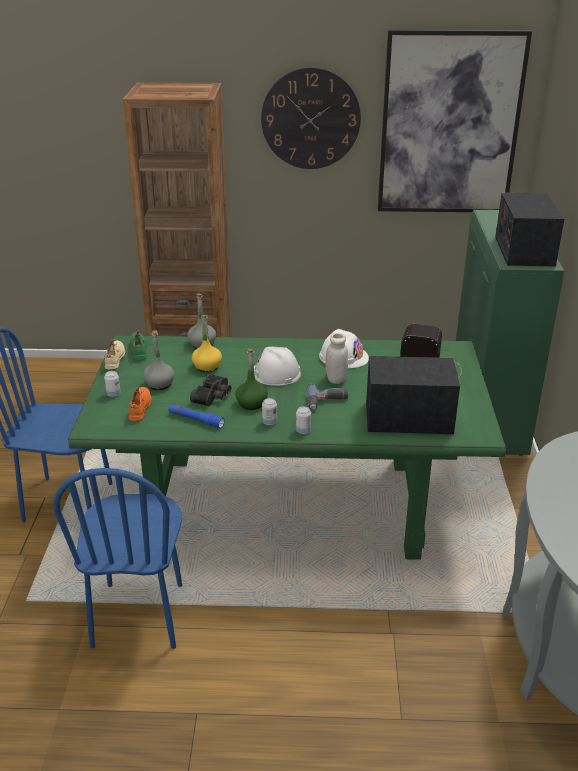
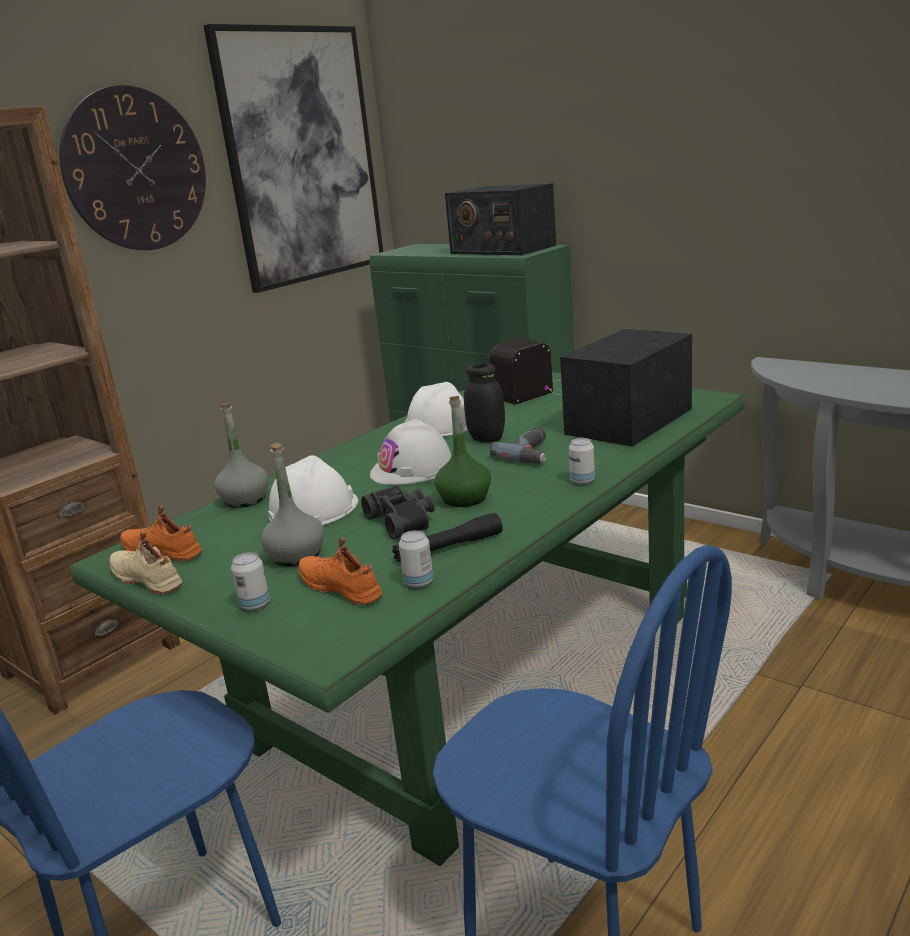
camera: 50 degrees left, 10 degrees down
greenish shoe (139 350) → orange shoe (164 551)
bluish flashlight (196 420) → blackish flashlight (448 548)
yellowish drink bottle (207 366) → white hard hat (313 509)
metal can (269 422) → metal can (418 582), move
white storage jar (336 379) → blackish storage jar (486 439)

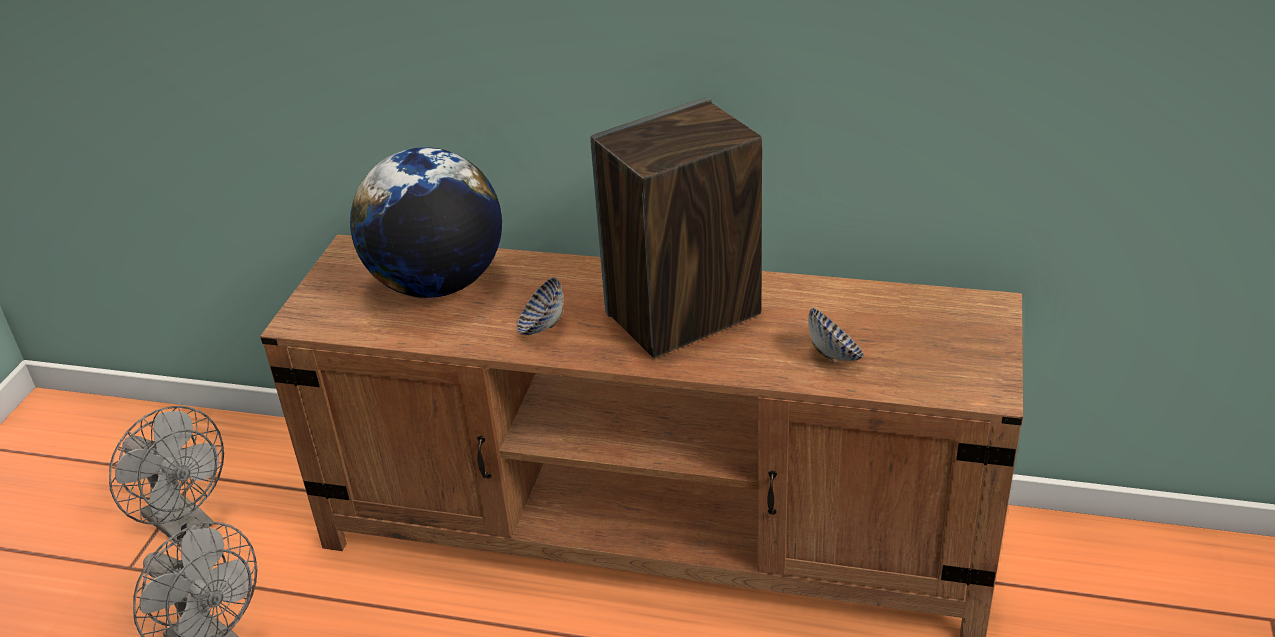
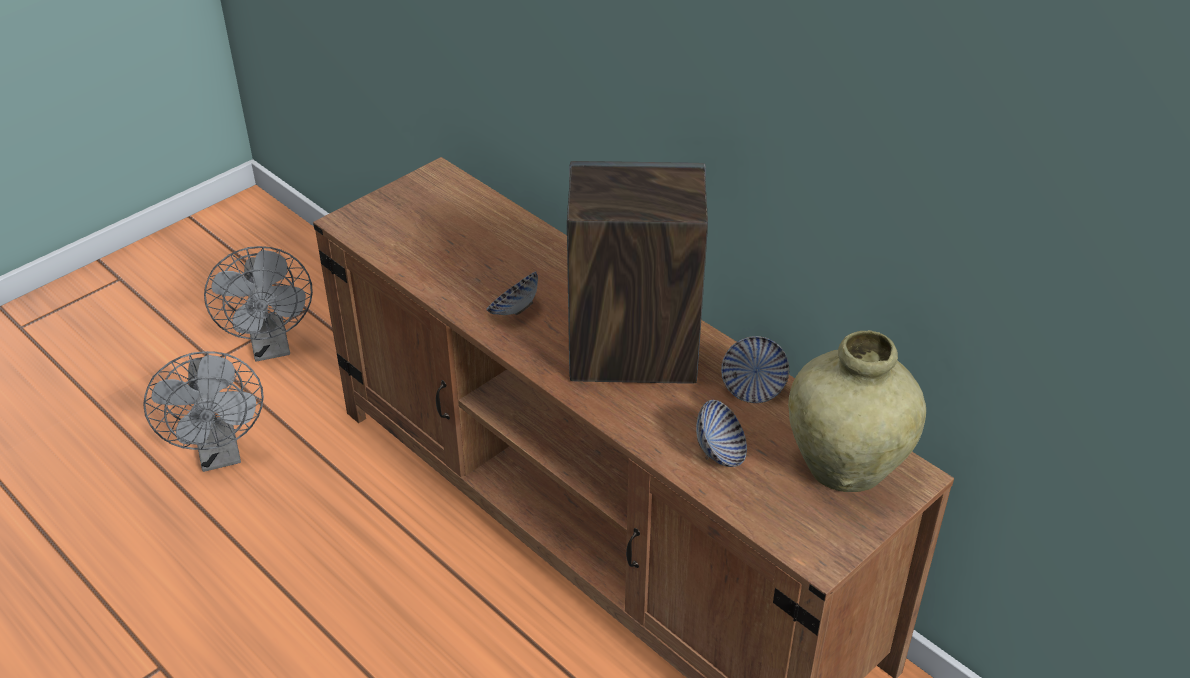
camera: 30 degrees right, 5 degrees up
globe (437 284) → -
- → deep dish (753 388)
- → sand-coloured flower vase (845 469)

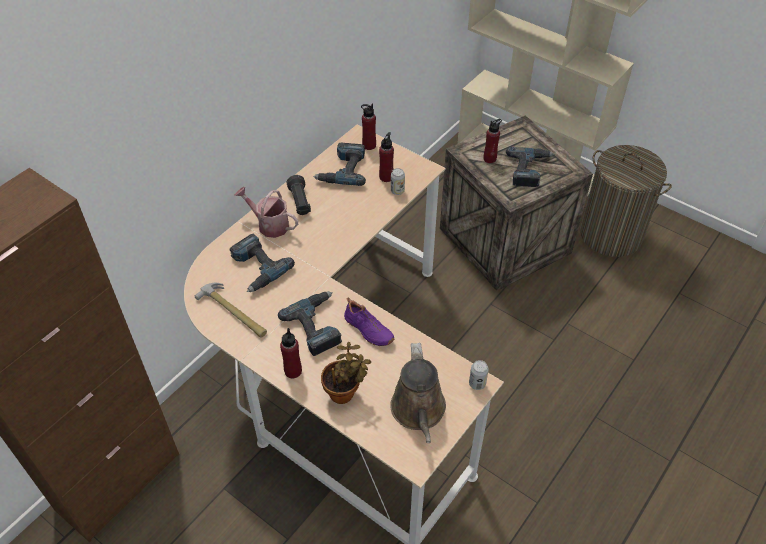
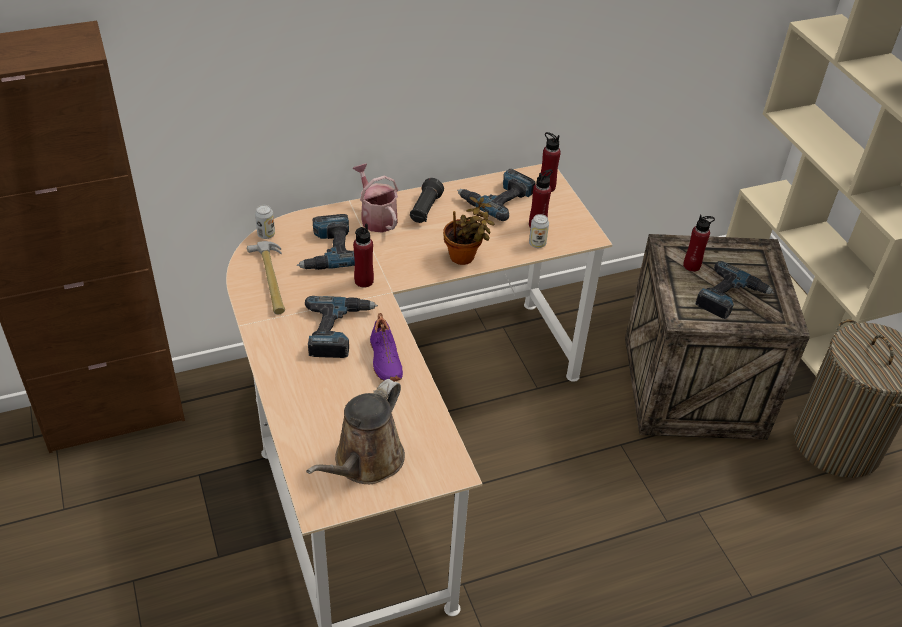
camera: 30 degrees right, 5 degrees down
red-coloured drink bottle (293 371) → red-coloured drink bottle (363 281), move
houseplant (344 393) → houseplant (465 257), move
metal can (477 383) → metal can (266 234), move

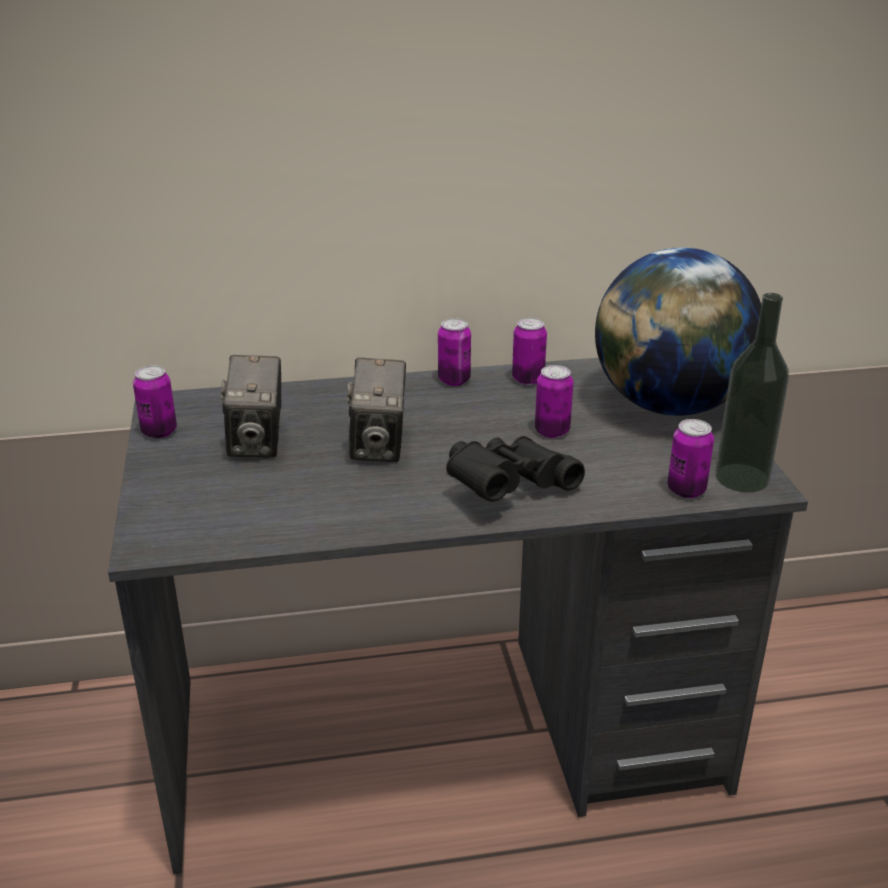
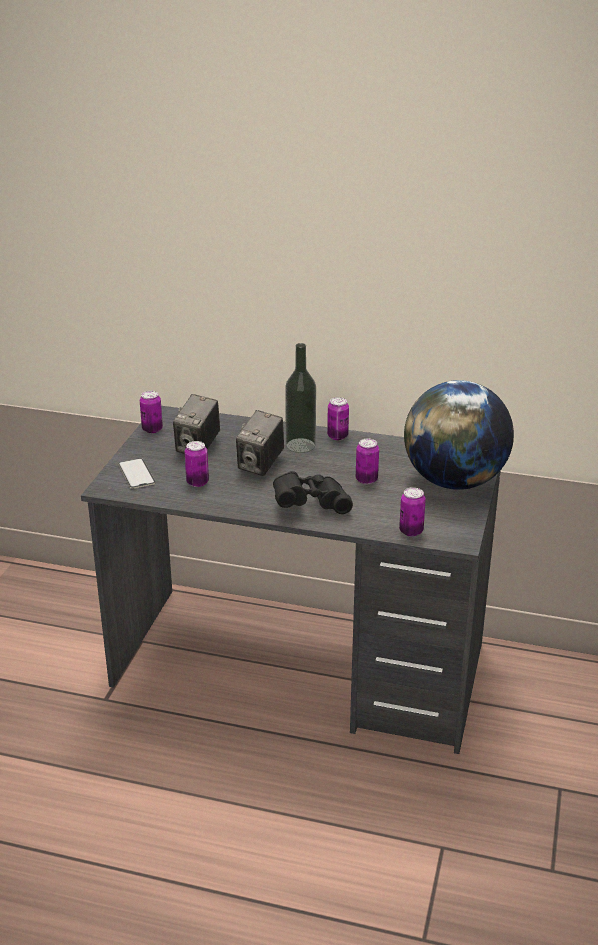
camera: 25 degrees right, 0 degrees up
metal can (528 379) → metal can (197 482), move
drink bottle (742 478) → drink bottle (300 445), move
- → handset (136 474)

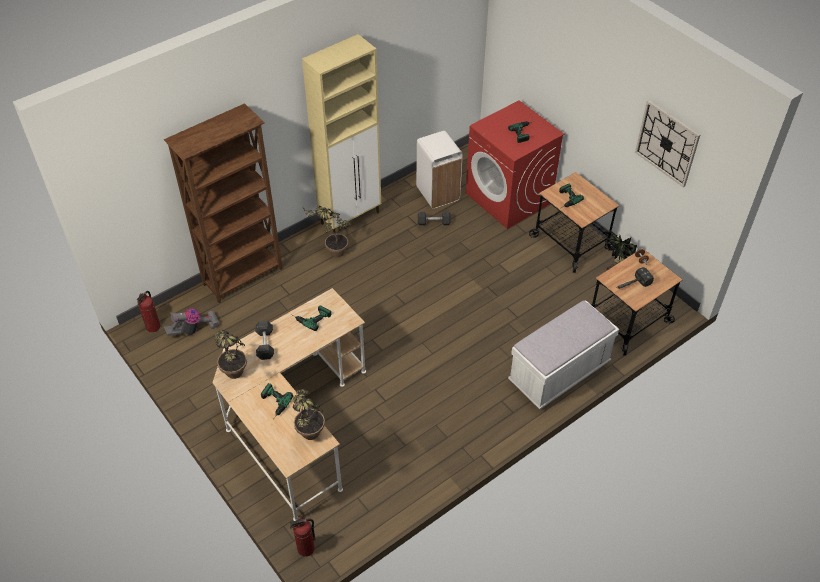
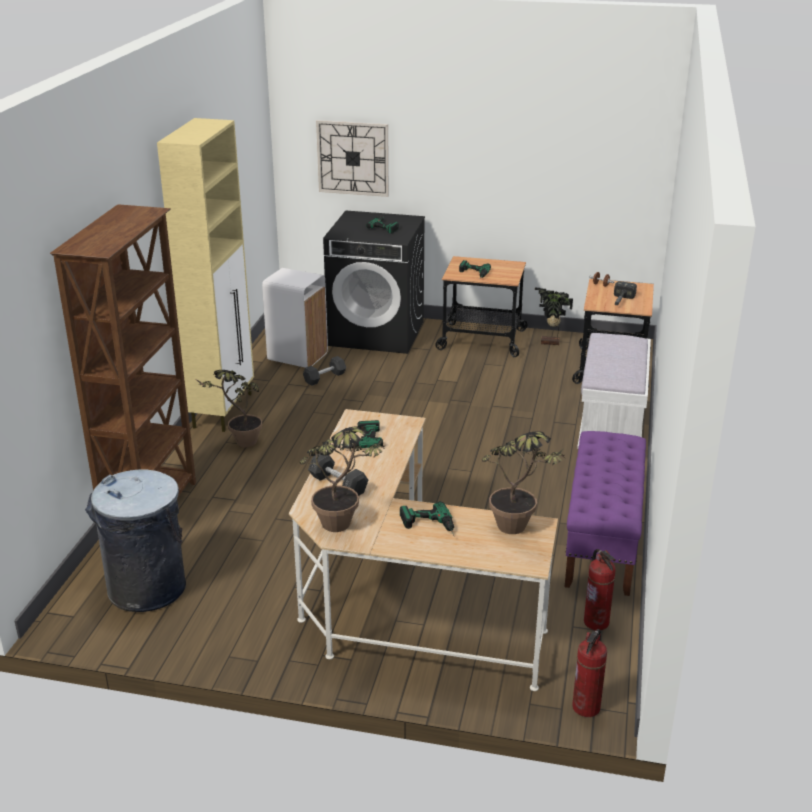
camera: 40 degrees left, 20 degrees down
fire-fighting cylinder (153 327) → fire-fighting cylinder (597 622), move
vacuum (194 329) → gray waste bin (147 589)
red-coloured laundry machine (509 198) → blackish laundry machine (377 333)
hanging clock (667 143) → hanging clock (353 158), move
- → purplish indoor bench (602 540)

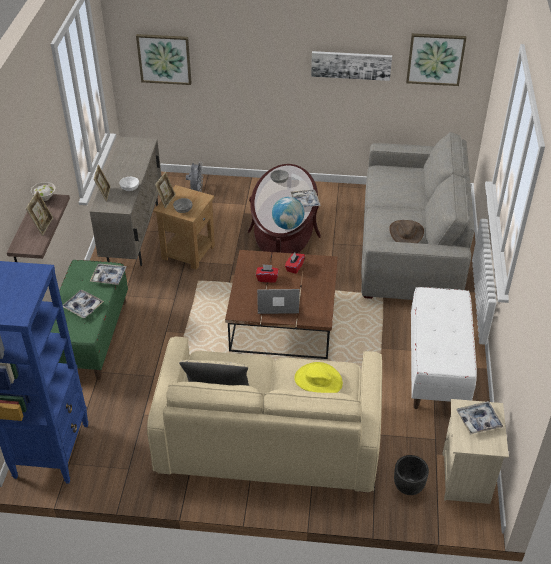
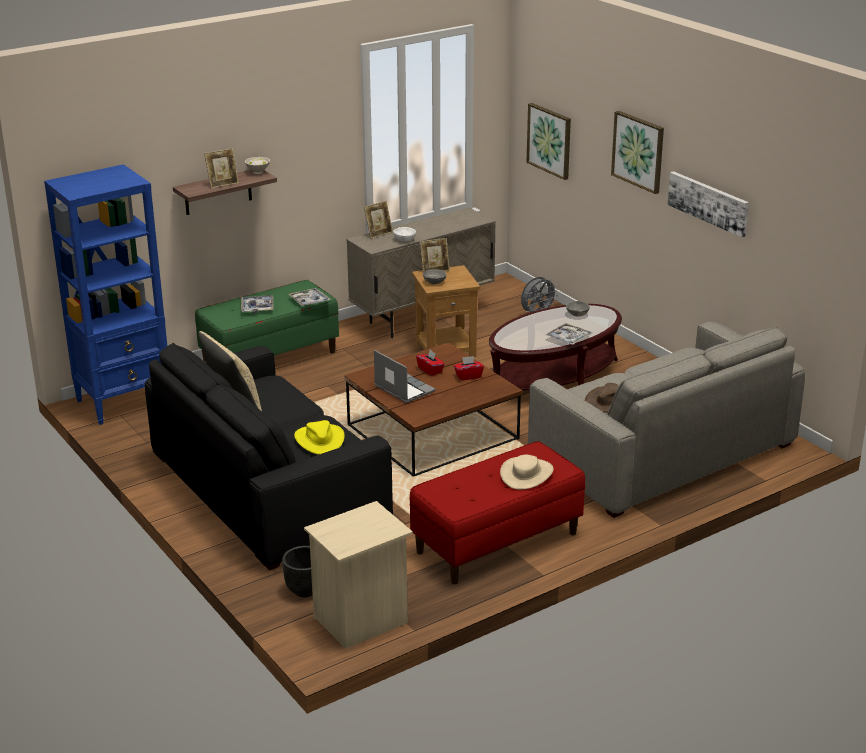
camera: 50 degrees right, 15 degrees down
sand-coloured couch (268 438) → blackish couch (267 490)
globe (288 225) → -
wall art (435 59) → wall art (638 151), move
white indoor bench (437 367) → red-coloured indoor bench (497 543)
tray (478 421) → -
- → sand-coloured clothing hat (527 474)

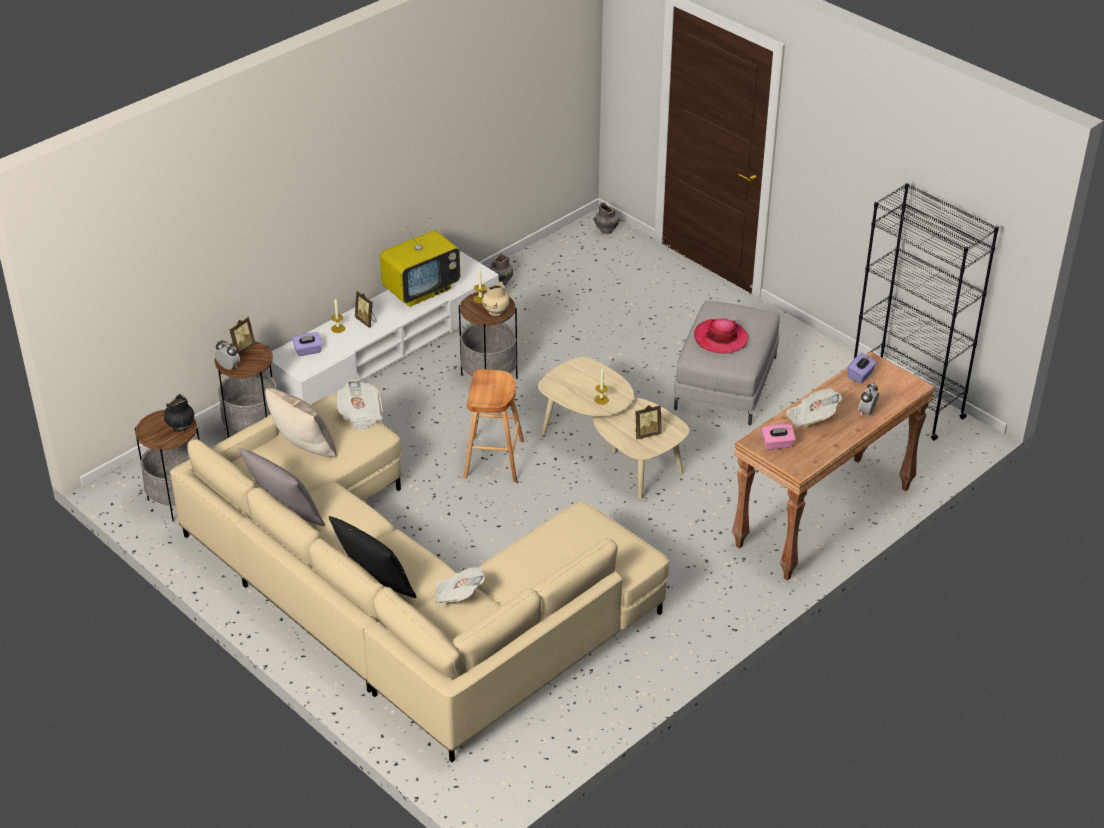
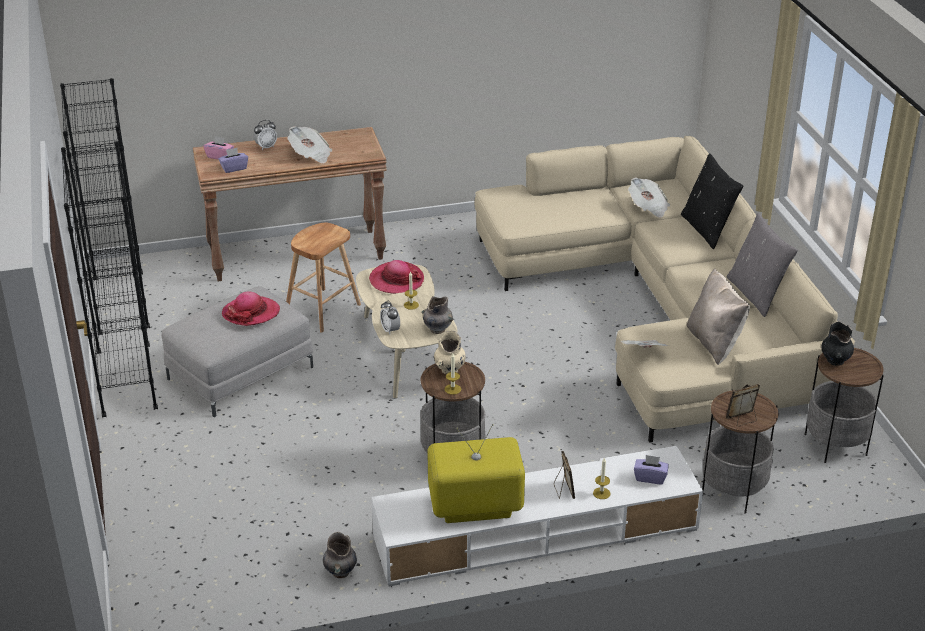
camera: 150 degrees left, 5 degrees down
bedside clock (228 367) → bedside clock (390 330), move
brownish stool seat (494 459) → brownish stool seat (322 310), move
gray flower vase (606 230) → gray flower vase (437 329), move
picture frame (646 434) → clothing hat (396 280)
pink tissue box (777 444) → pink tissue box (220 156), move
- → blackish bookshelf (126 381)

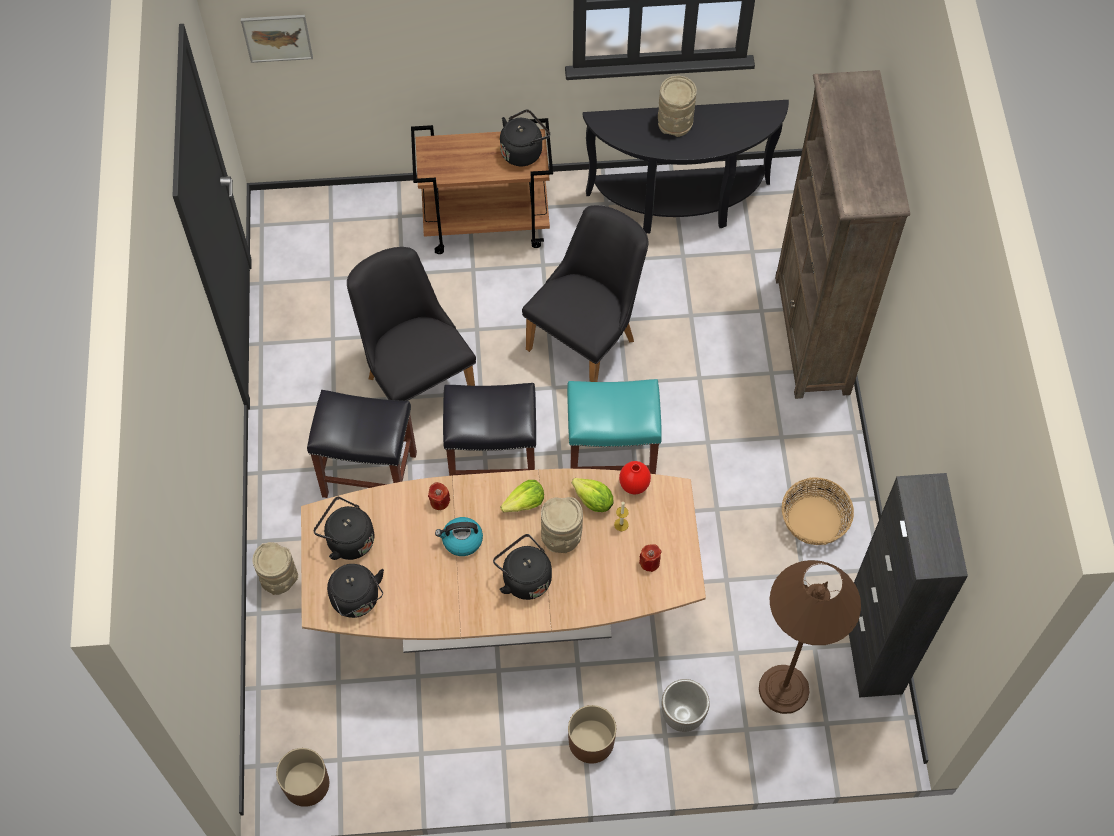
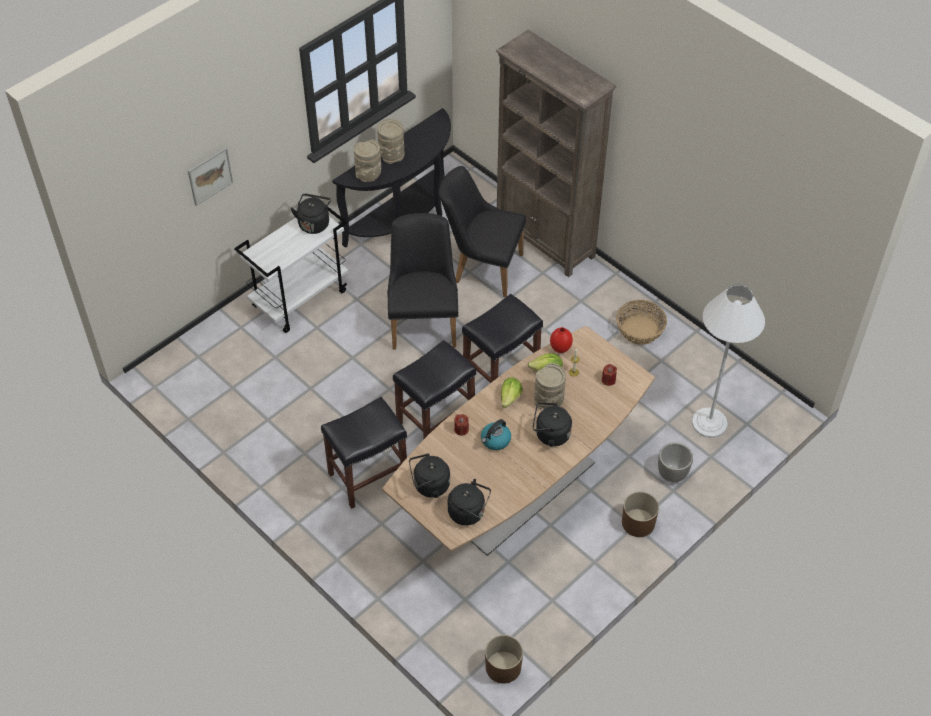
camera: 40 degrees left, 10 degrees down
wall art (277 37) → wall art (210 176), move
sand-coloured flower vase (279 580) → sand-coloured flower vase (368 175), move
blackish upright chair (414 379) → blackish upright chair (481 267), move
brownish cart (487 223) → white cart (300 298)
blue-green stool seat (612 459) → blackish stool seat (501 373)
brownish floor lamp (784 689) → white floor lamp (709 423)
blackish cabinet (872 650) → -

